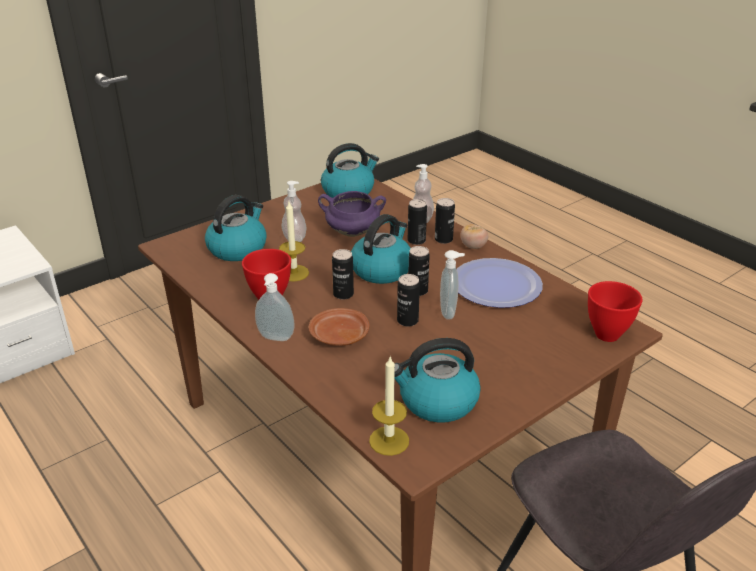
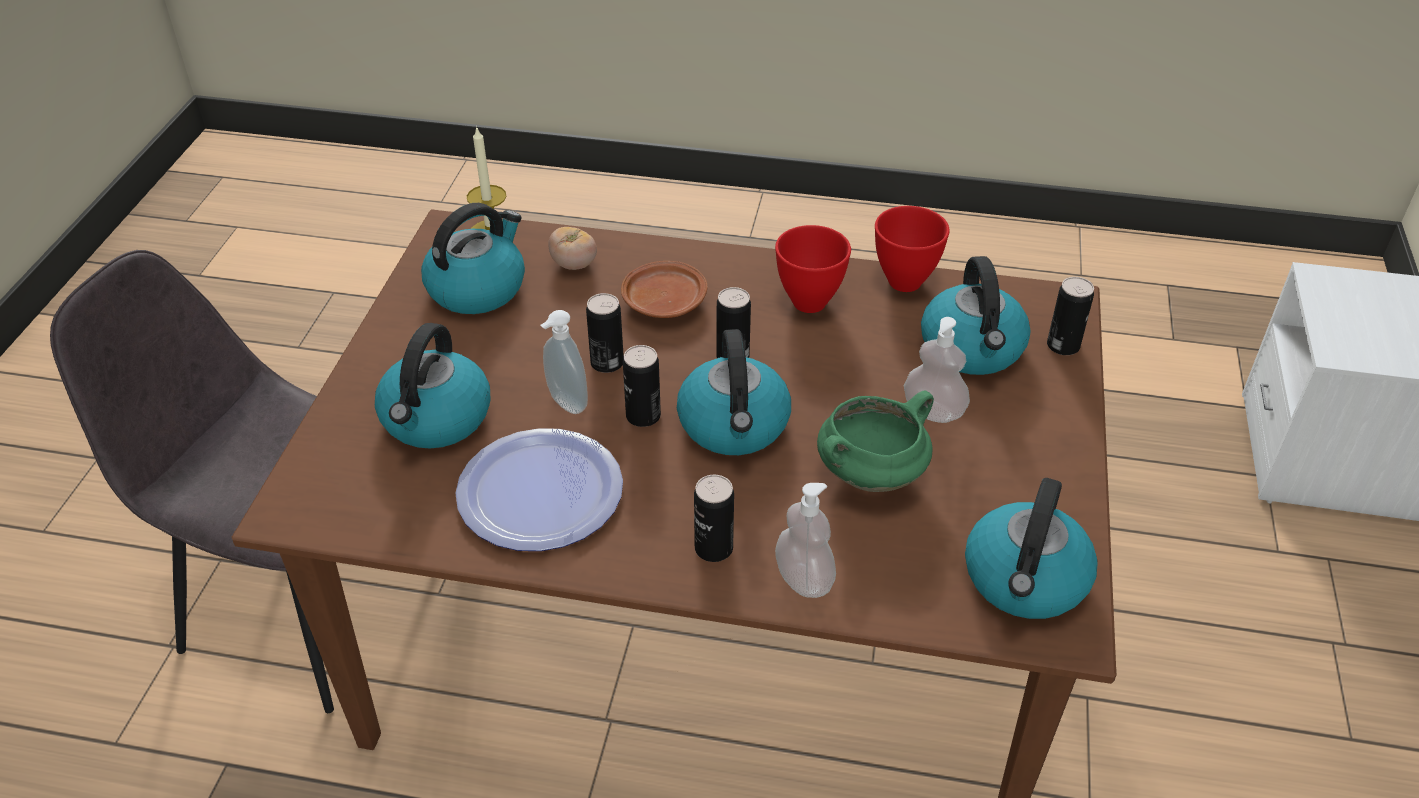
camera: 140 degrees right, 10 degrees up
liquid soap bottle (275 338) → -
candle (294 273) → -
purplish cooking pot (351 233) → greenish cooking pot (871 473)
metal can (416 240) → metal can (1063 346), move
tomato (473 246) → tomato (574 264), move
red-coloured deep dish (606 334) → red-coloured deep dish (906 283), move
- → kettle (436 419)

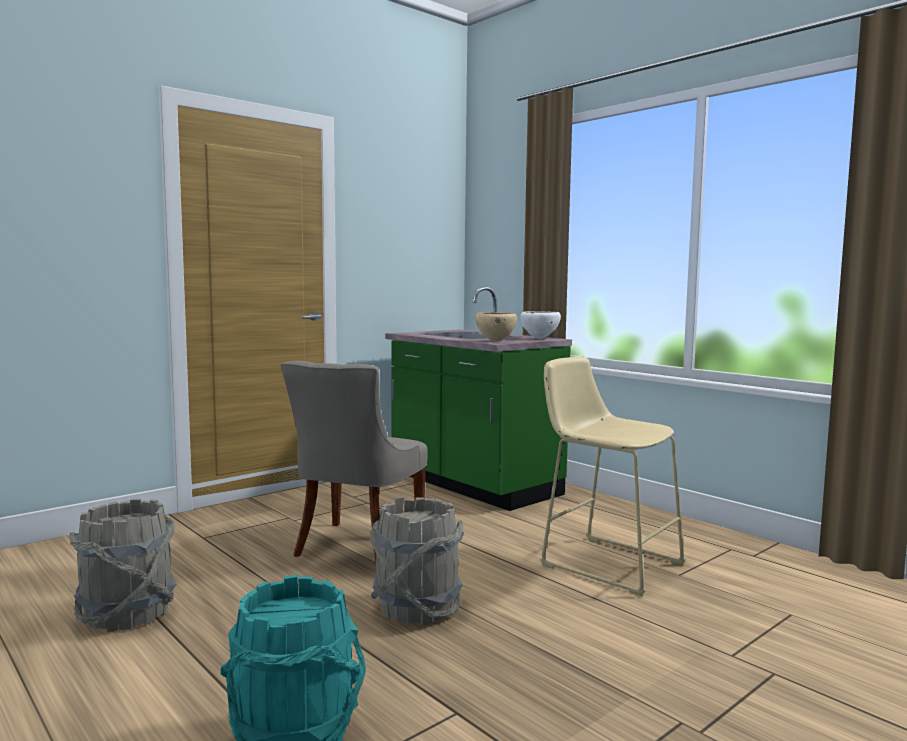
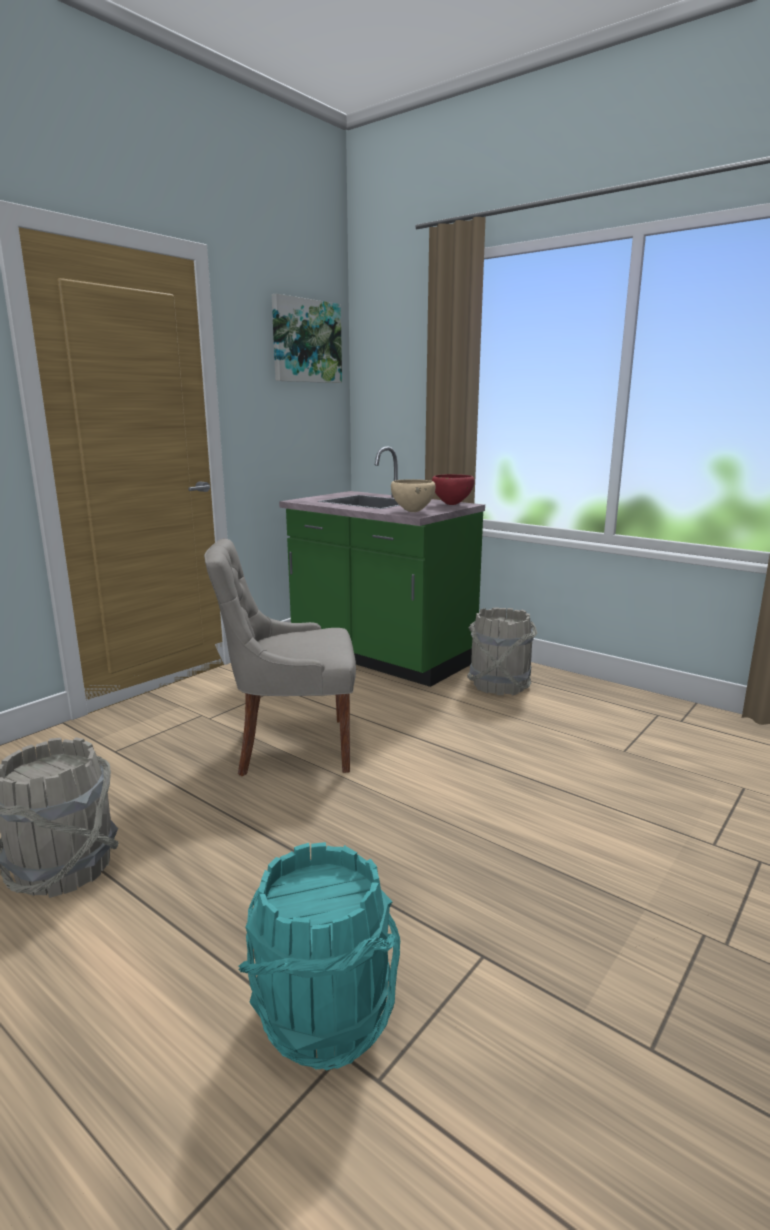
camera: 10 degrees left, 10 degrees up
gray upright chair (356 546) → gray upright chair (291 747), 75 degrees clockwise
gray pail (417 608) → gray pail (499 685), move
white deep dish (539 338) → red-coloured deep dish (452 504)
sand-coloured stool seat (605 562) → -
- → wall art (306 341)

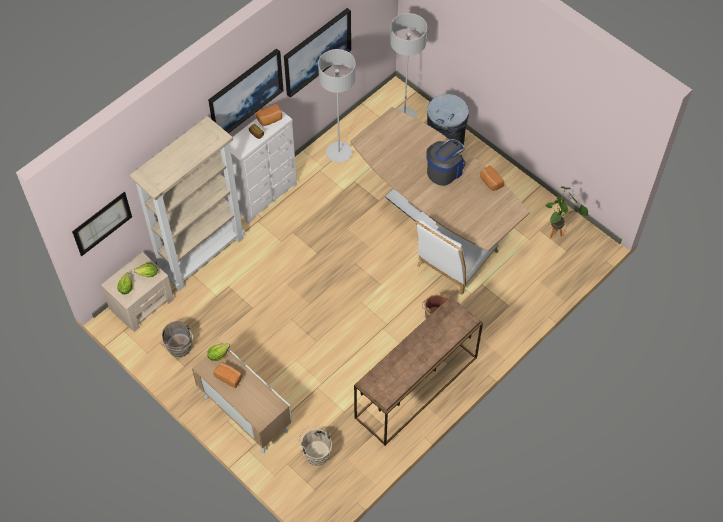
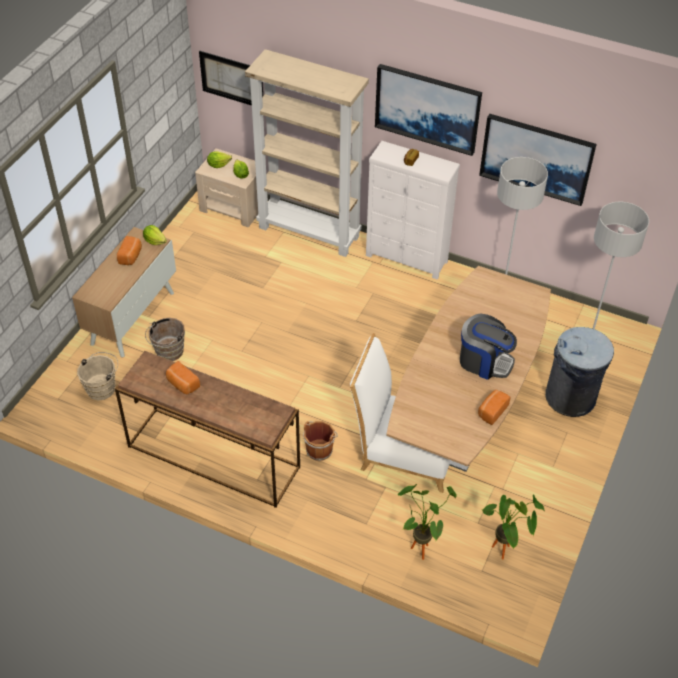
camera: 70 degrees right, 10 degrees down
brownish pail (180 348) → brownish pail (168 352), move
baked bread (270 120) → baked bread (182 384), move
- → houseplant (420 546)

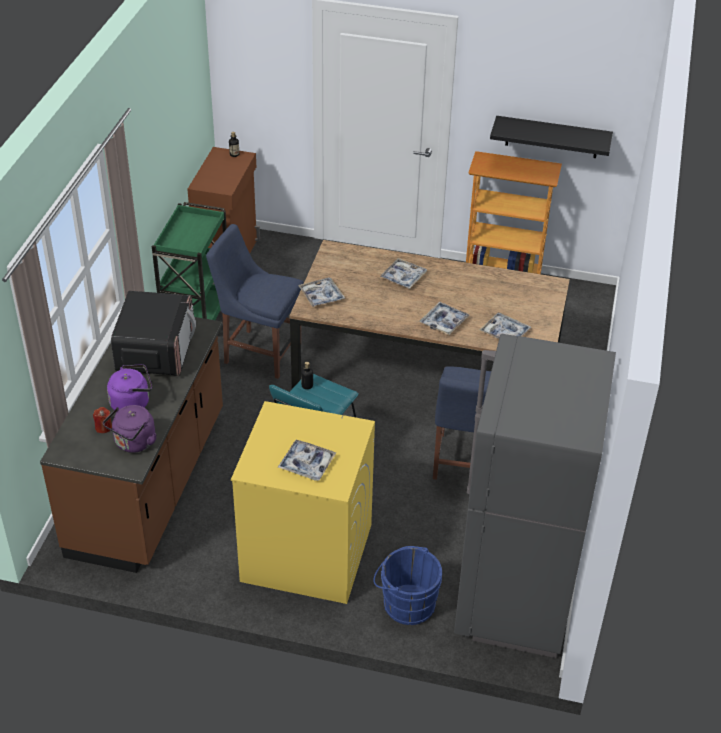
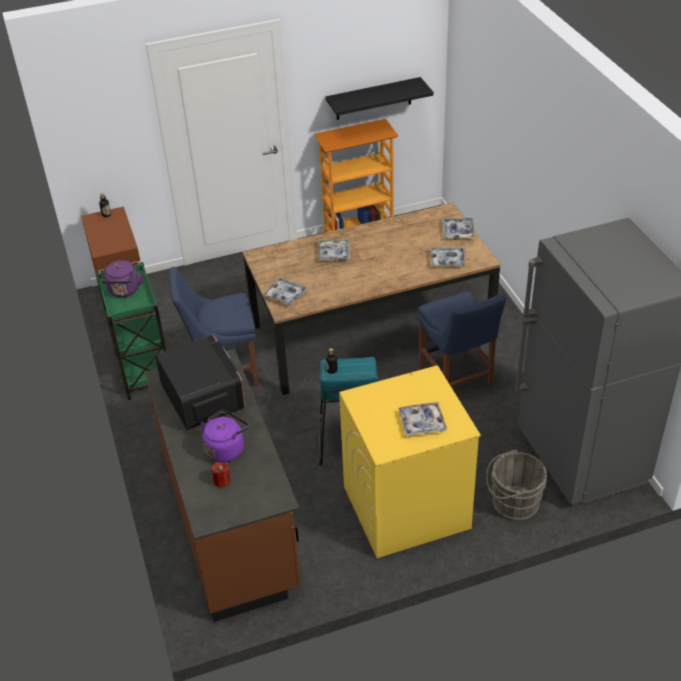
camera: 30 degrees left, 0 degrees up
purplish kettle (133 443) → purplish kettle (124 291), move
bluish pail (406 603) → gray pail (512 503)
tray (444 322) → tray (458 231), move

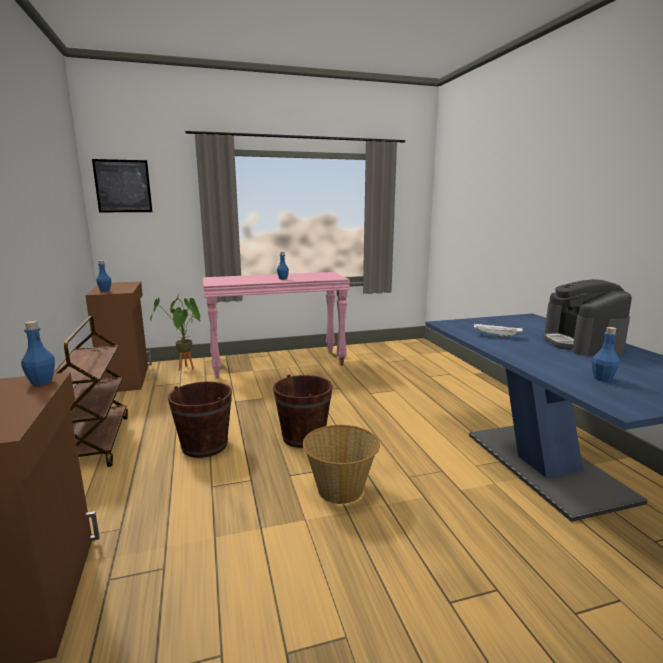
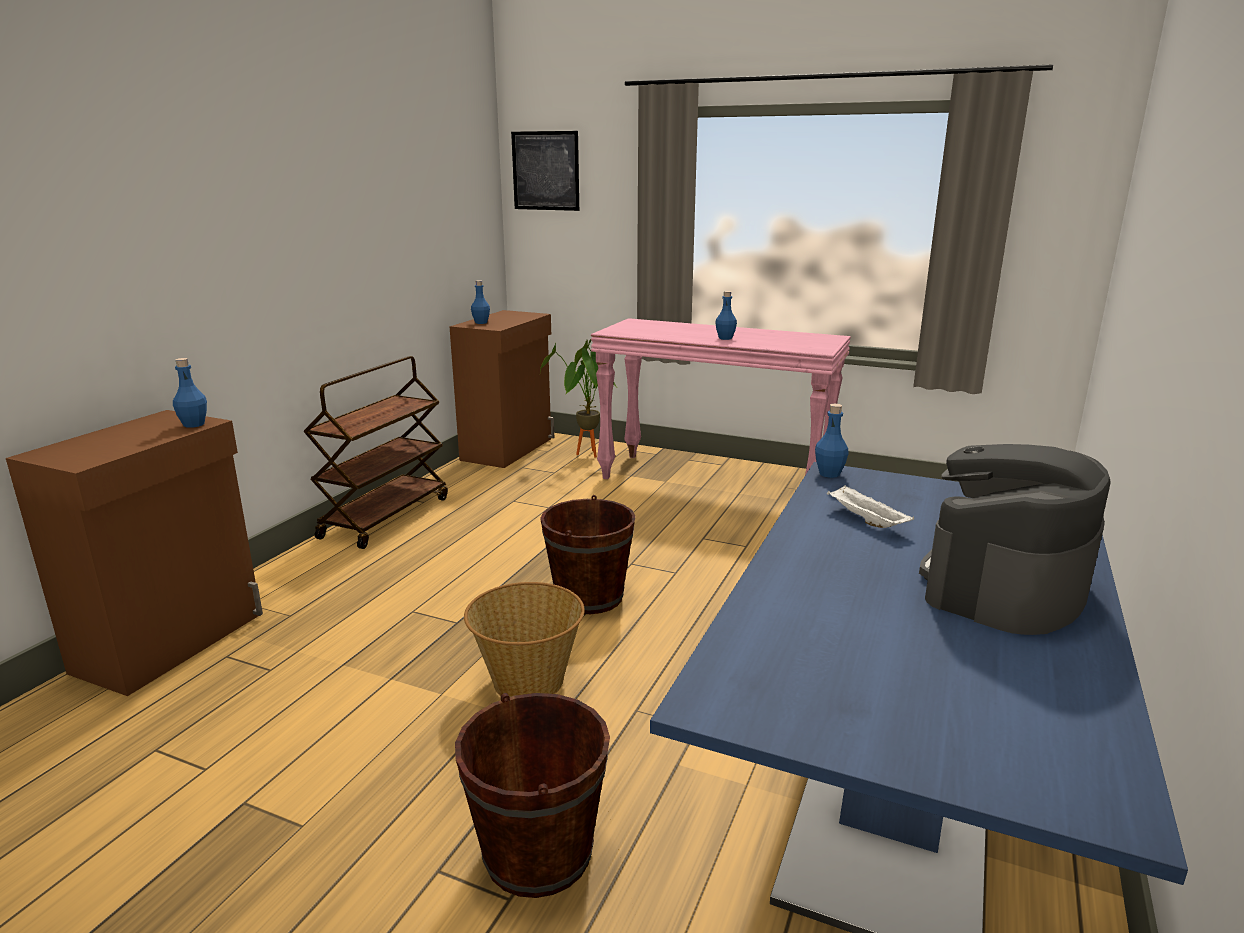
camera: 40 degrees right, 5 degrees up
brownish pail (204 446) → brownish pail (538 853), move
bluish drink bottle (602 379) → bluish drink bottle (829 474), move

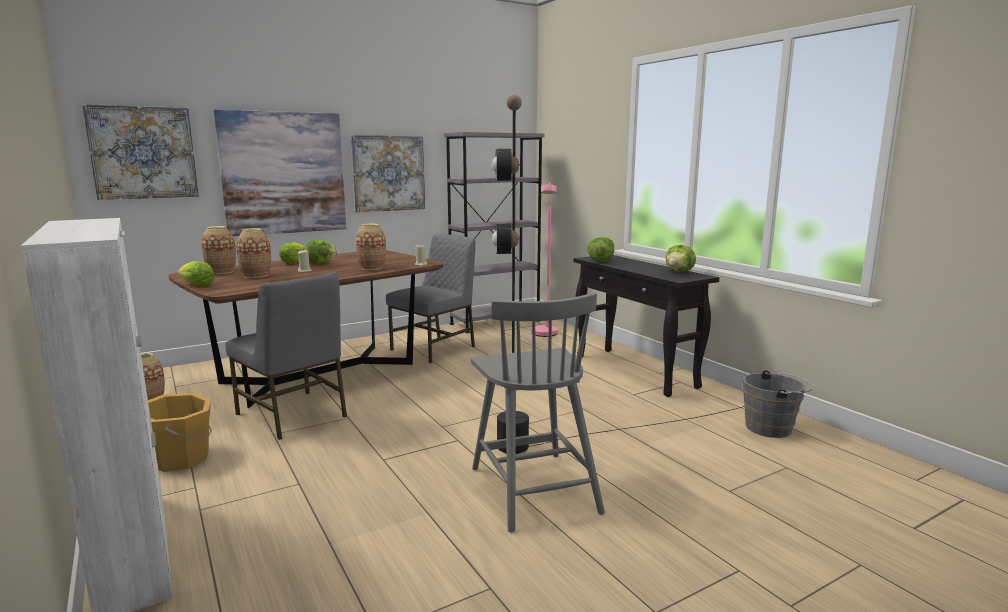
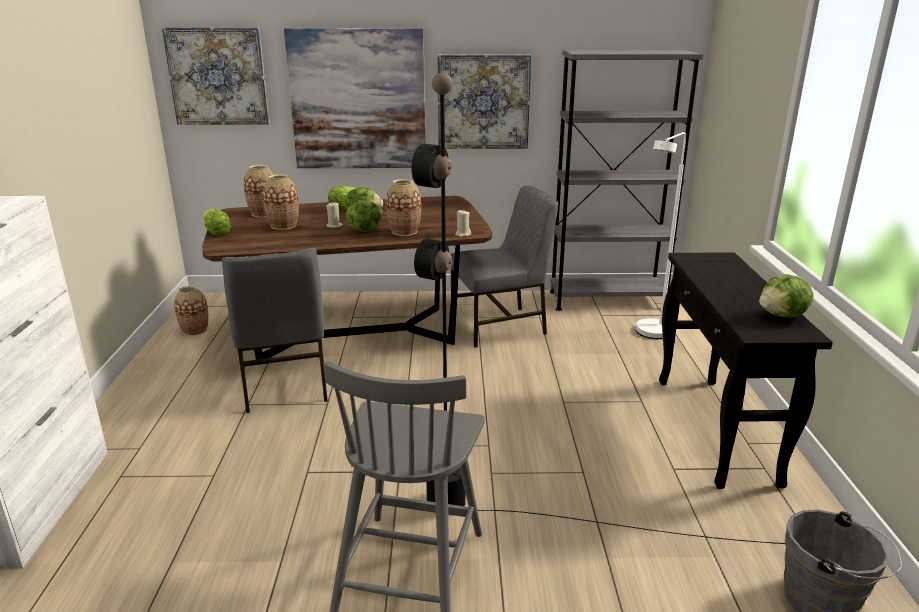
camera: 30 degrees right, 10 degrees up
orange pail (182 458) → -
pink floor lamp (545 335) → white floor lamp (650 335)
lettuce (600 261) → lettuce (364 230), move

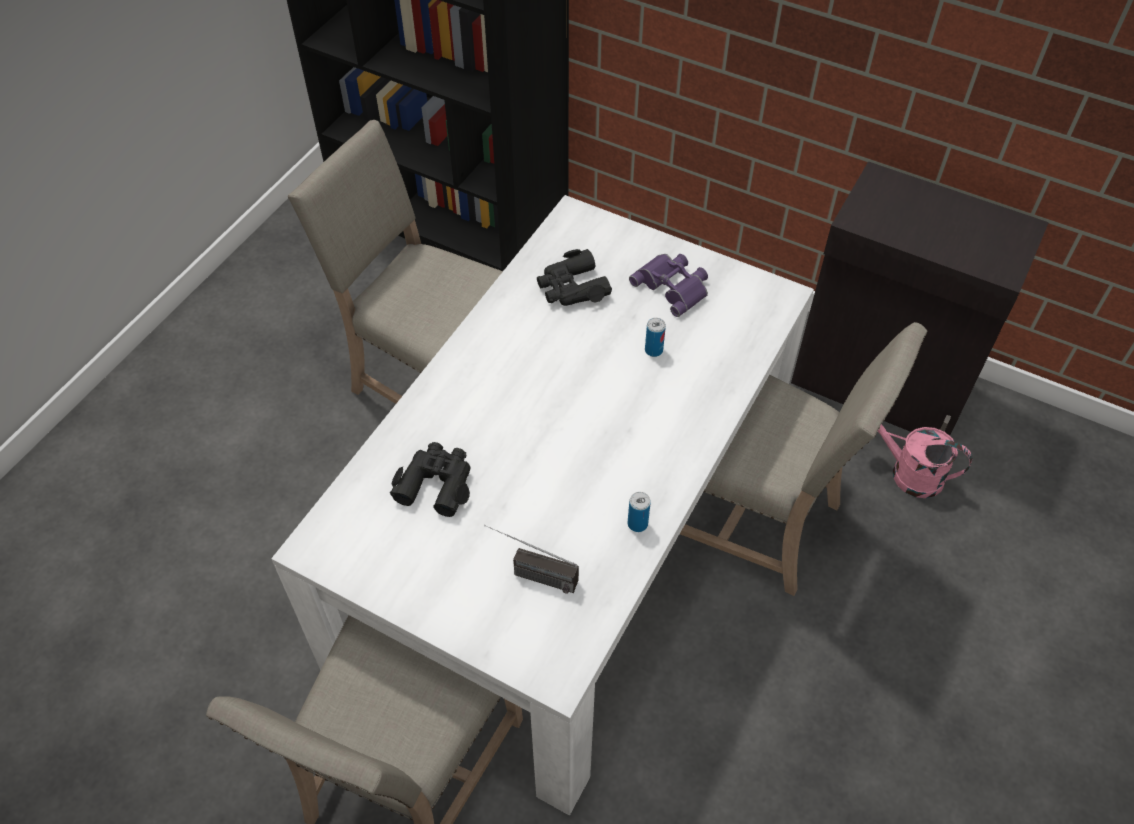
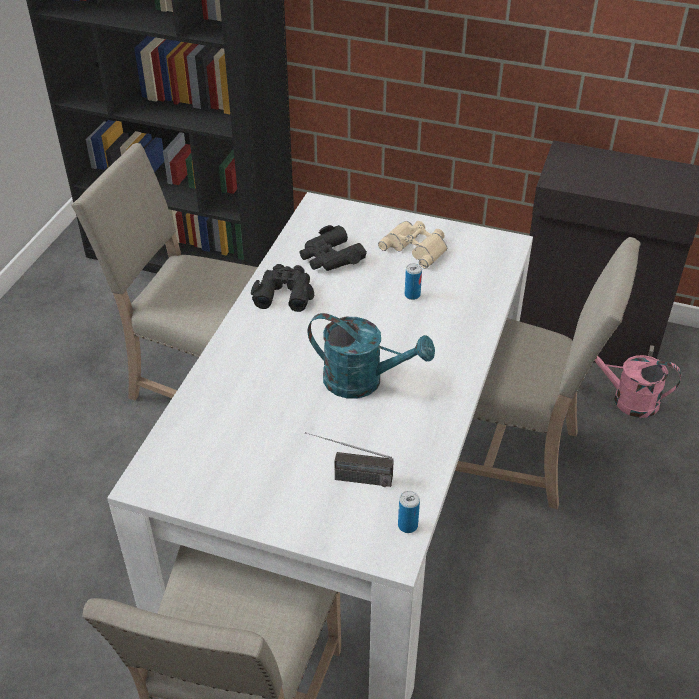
camera: 10 degrees left, 10 degrees down
blackish field glasses (436 483) → blackish field glasses (284 293), move
metal can (637 524) → metal can (407 525), move
purplish field glasses (673 286) → sand-coloured field glasses (416 247)
- → blue-green sprinkling can (363 381)

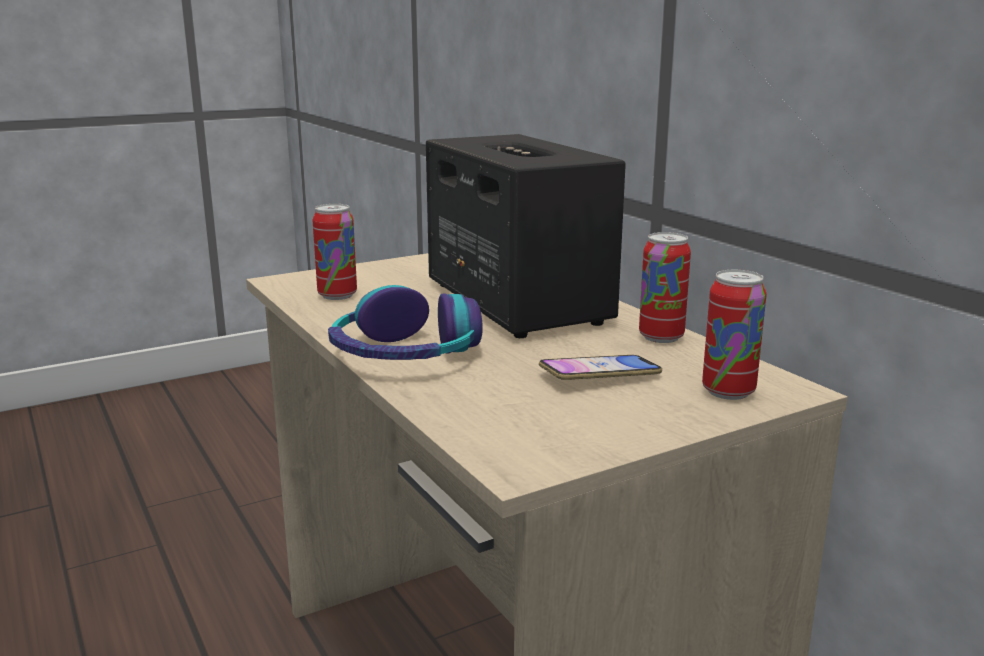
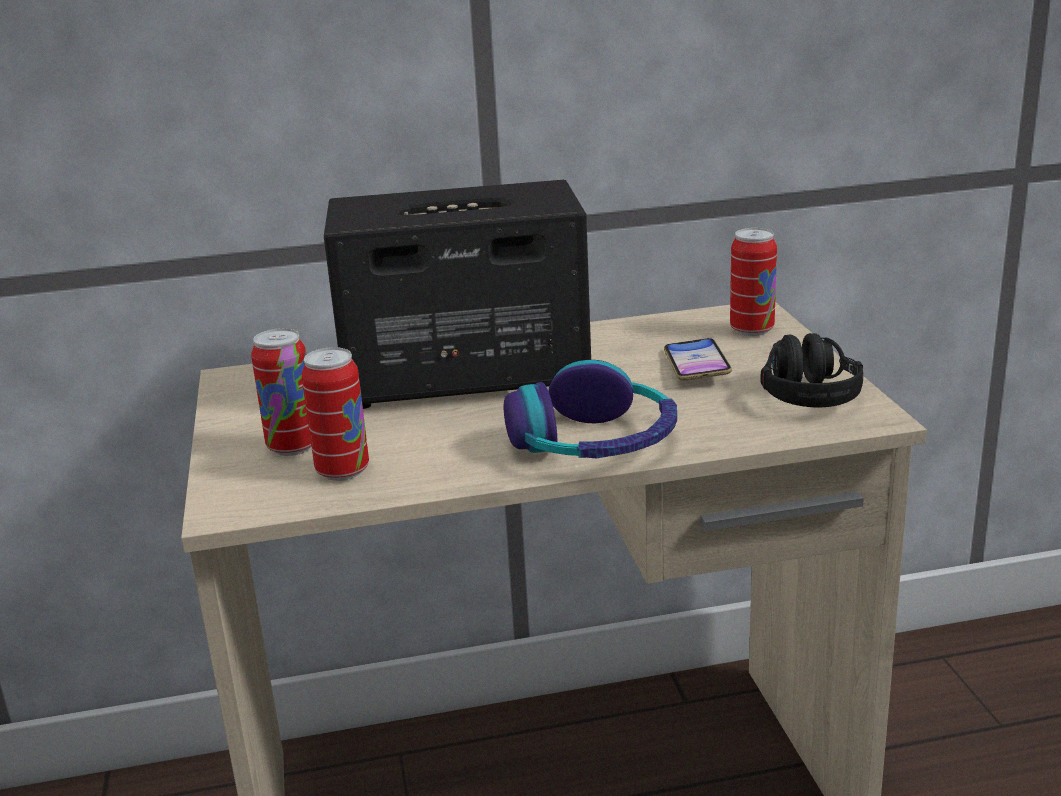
camera: 70 degrees left, 5 degrees up
metal can (661 337) → metal can (292 447), move
- → blackish headphones (804 389)

